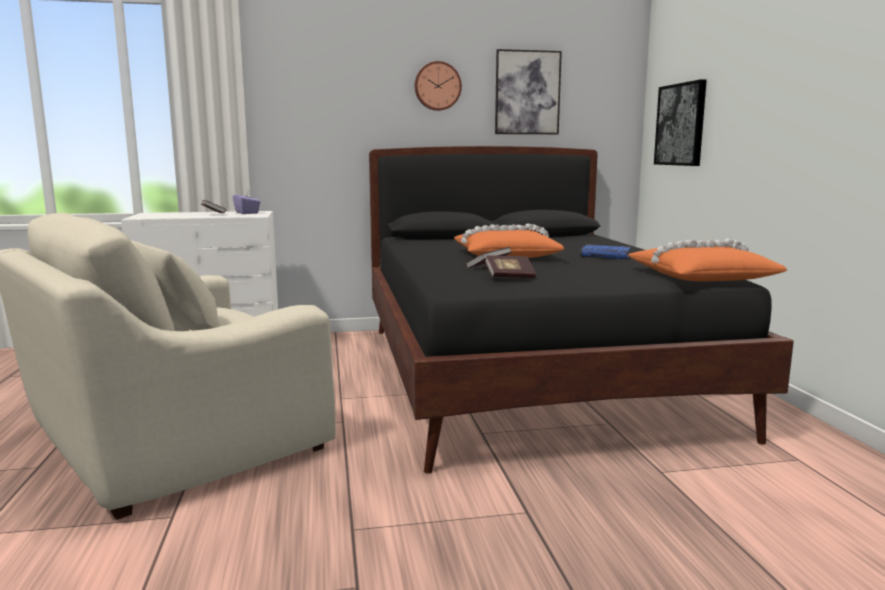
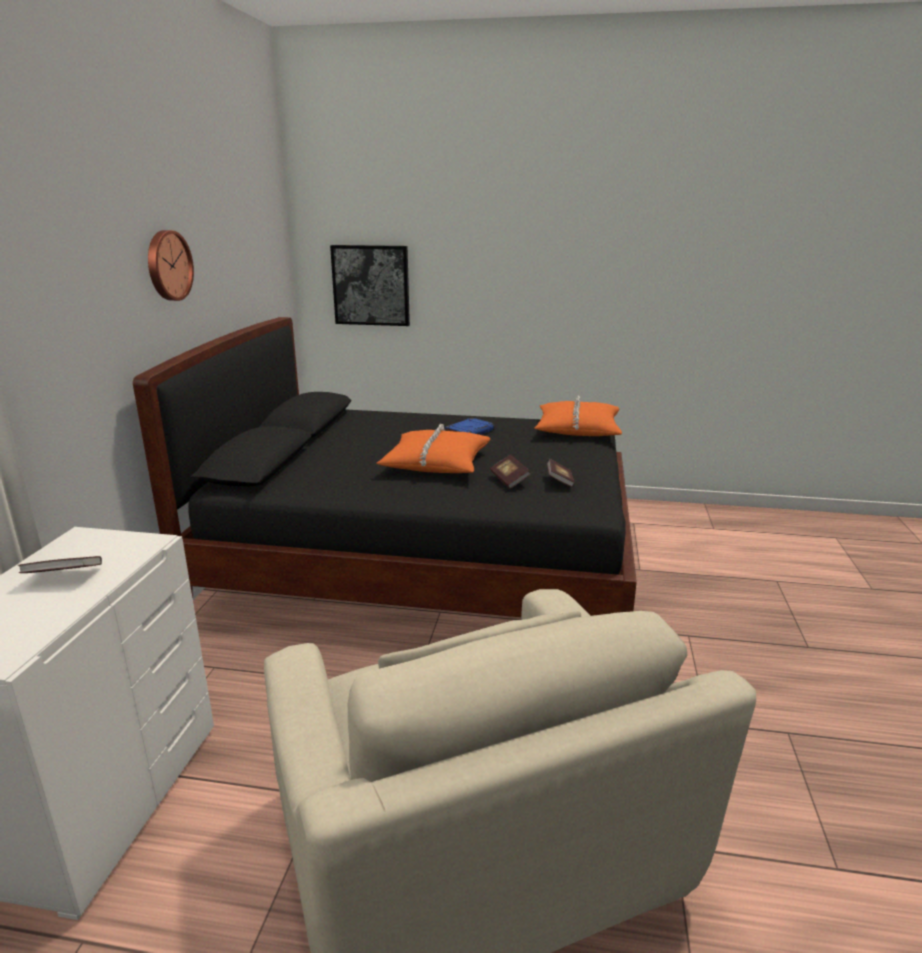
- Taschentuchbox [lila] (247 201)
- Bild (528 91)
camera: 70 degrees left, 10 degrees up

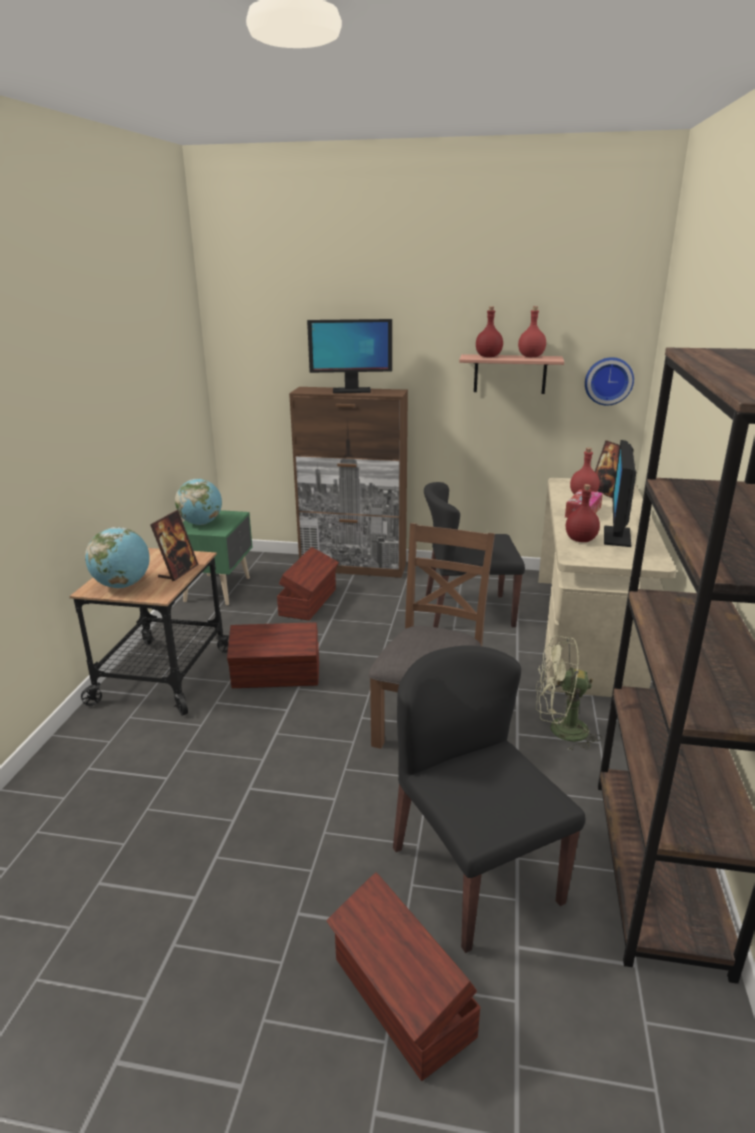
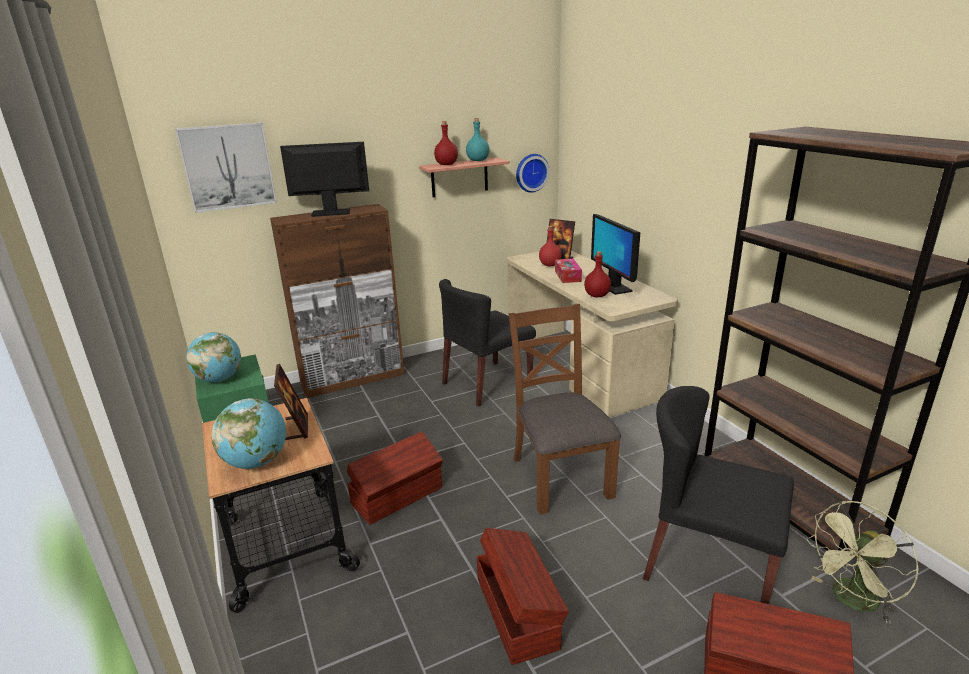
+ Bild (226 167)
~ Monitor (349 356) = (324 179) 150 degrees counterclockwise
~ Flasche [rot] (532 331) to Flasche [türkis] (477 139)
~ Aufbewahrungsbox [braun] (308 583) to (522 596)
~ Ventilator [grün] (568 693) to (862 562)
camera: 35 degrees left, 0 degrees up

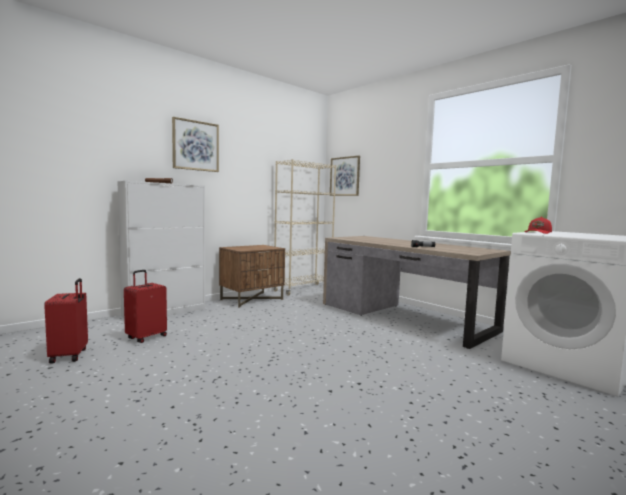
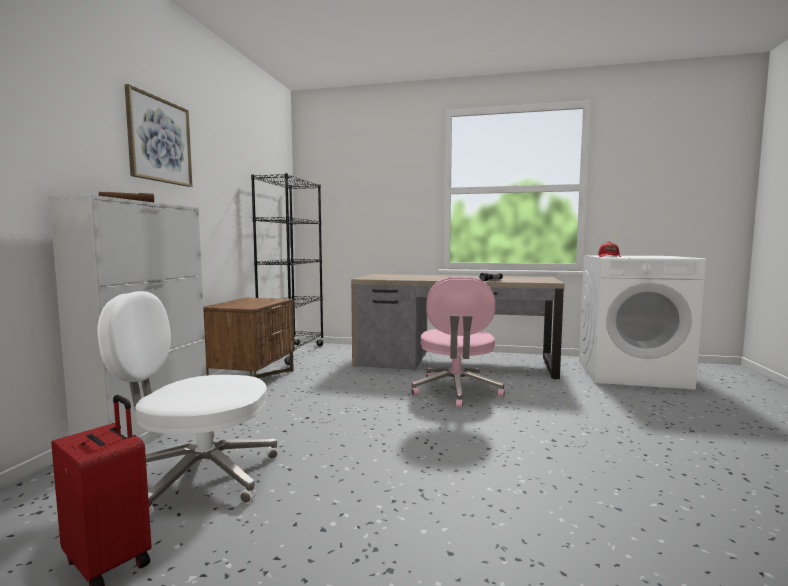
~ Koffer [rot] (145 306) to Bürostuhl [weiß] (187 404)
~ Bücherregal [beige] (304 227) to Bücherregal [schwarz] (287 269)
+ Bürostuhl [rosa] (458 342)
- Bild (345 176)
camera: 35 degrees left, 0 degrees up

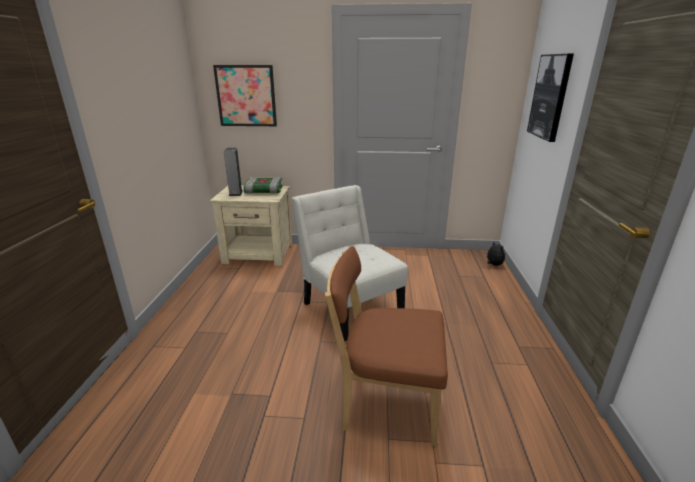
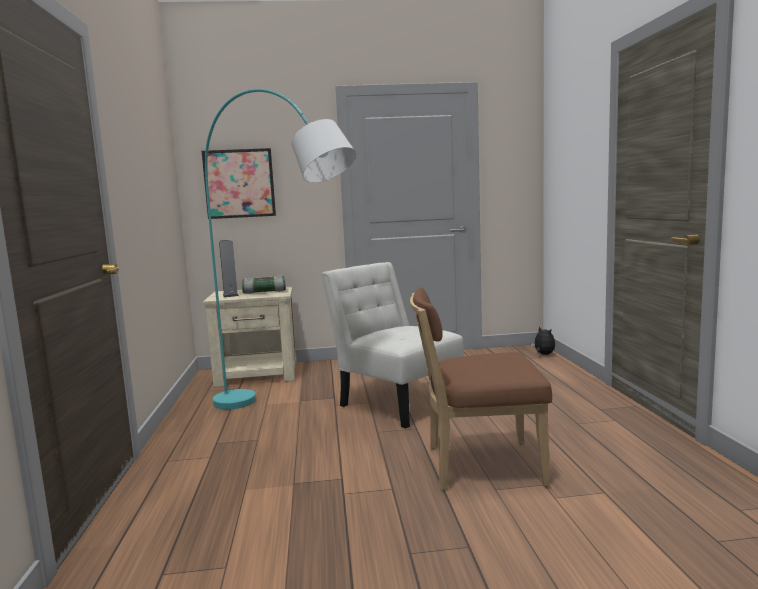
+ Stehlampe [türkis] (280 249)
- Bild (550 98)
camera: 10 degrees left, 15 degrees down

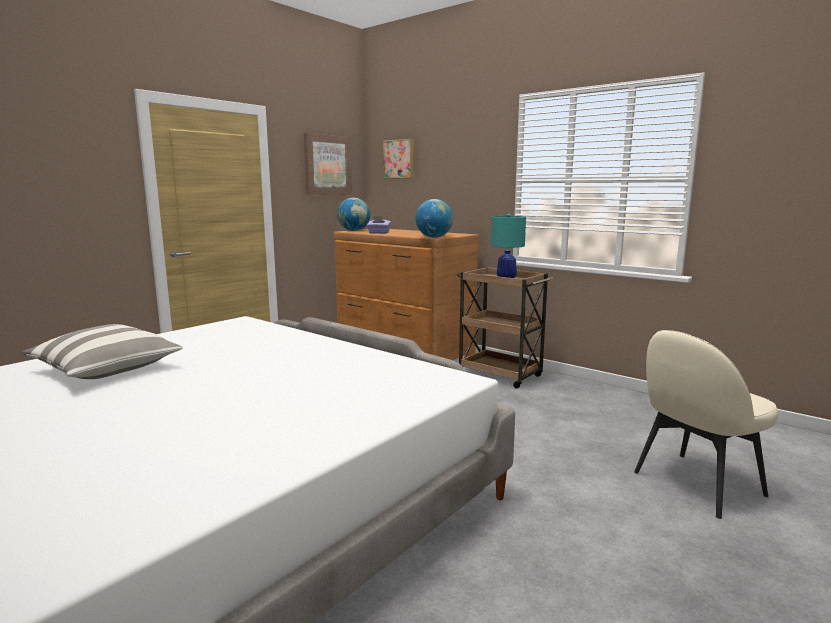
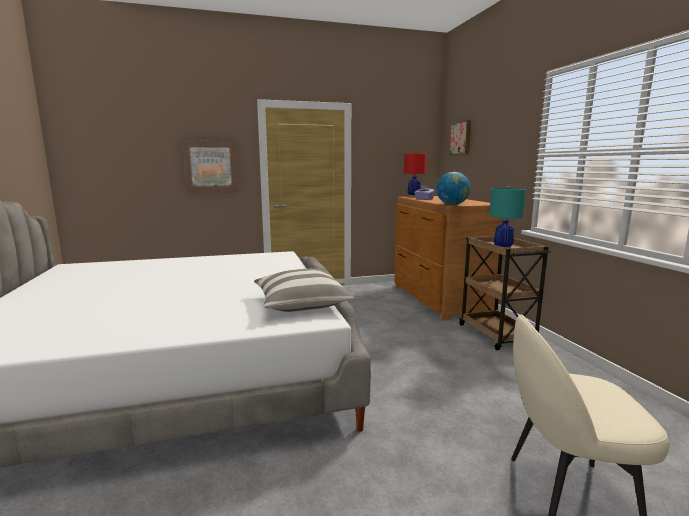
~ Bild (328 164) to (210 167)
~ Kissen (102 351) to (304 290)
~ Globus (353 214) to Tischlampe [rot] (415 174)
camera: 35 degrees right, 0 degrees up

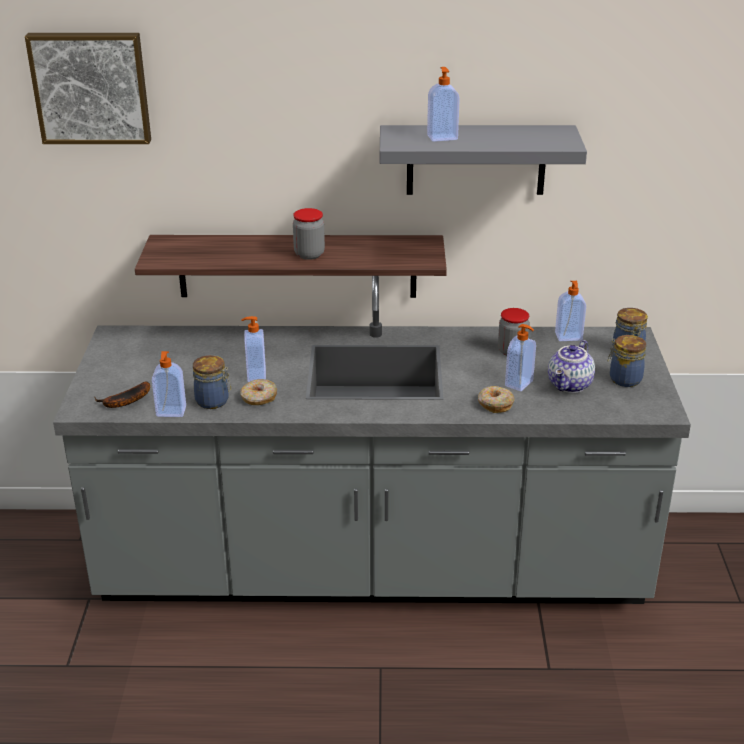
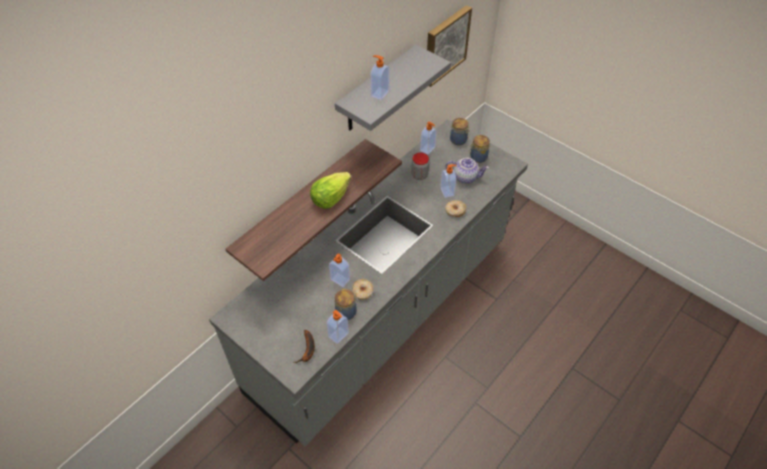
~ Vorratsglas (309 234) to Salatkopf (330 190)
~ Bild (88 88) to (449 46)
~ Teekanne (571 366) = (467 171) 60 degrees counterclockwise
camera: 50 degrees left, 20 degrees up

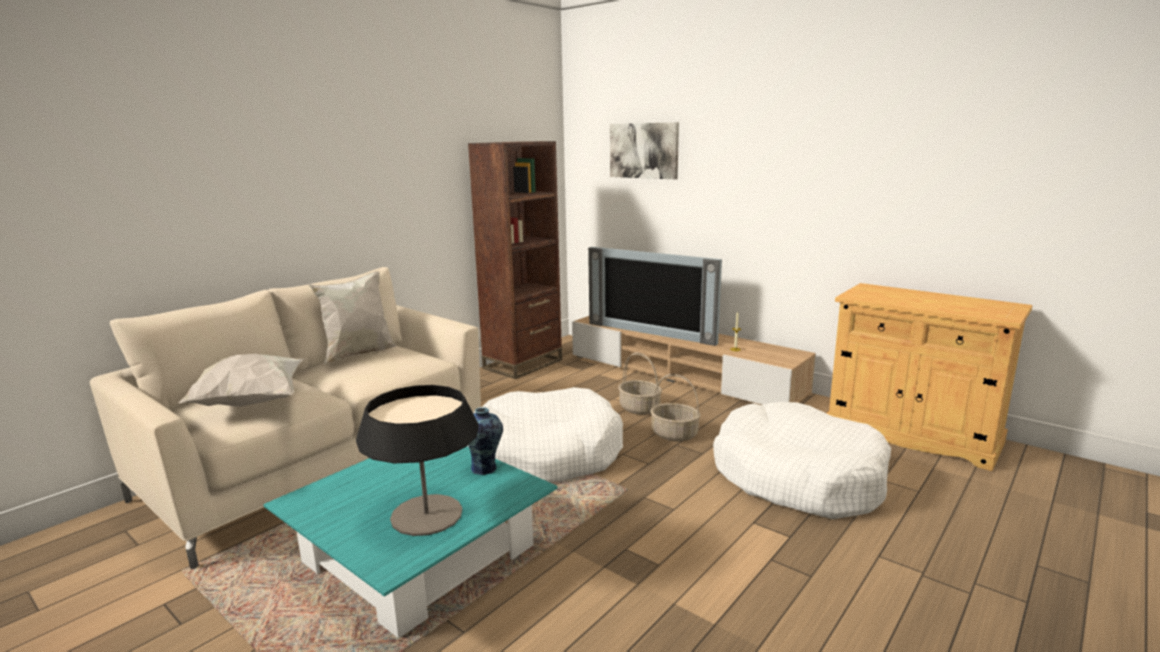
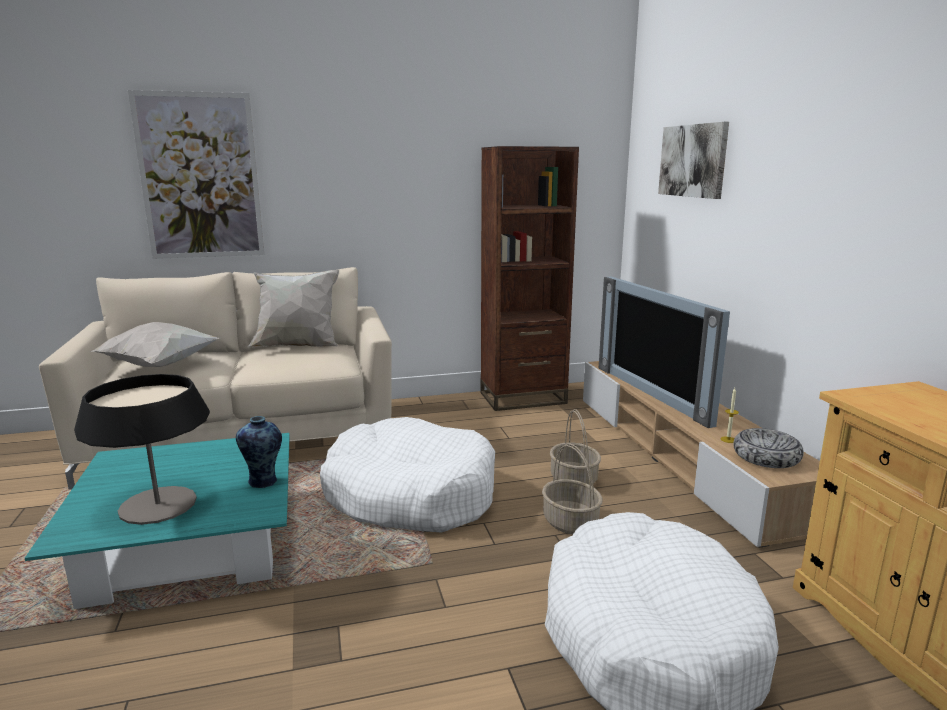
+ Bild (196 174)
+ Schüssel (768 448)
camera: 35 degrees right, 0 degrees up

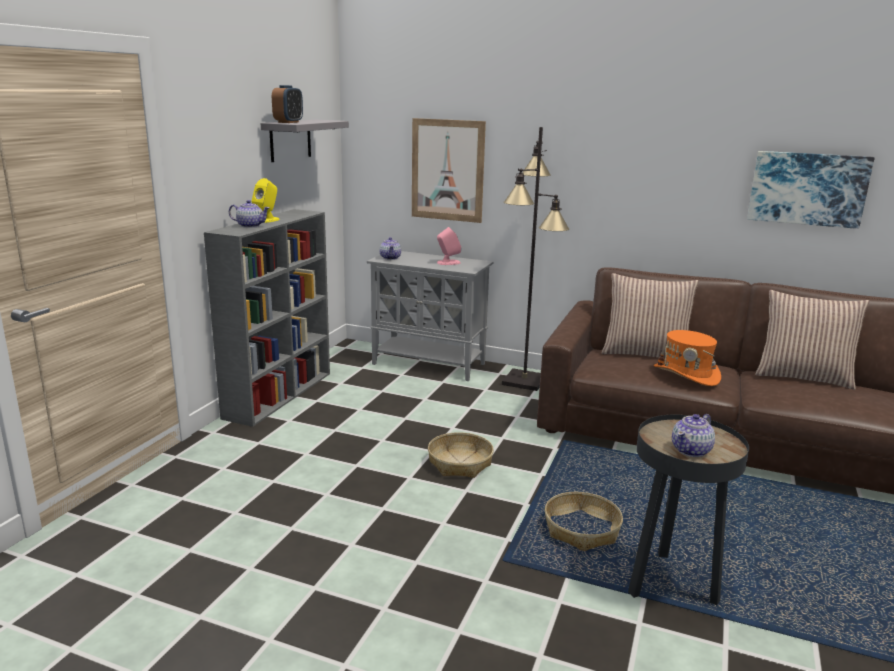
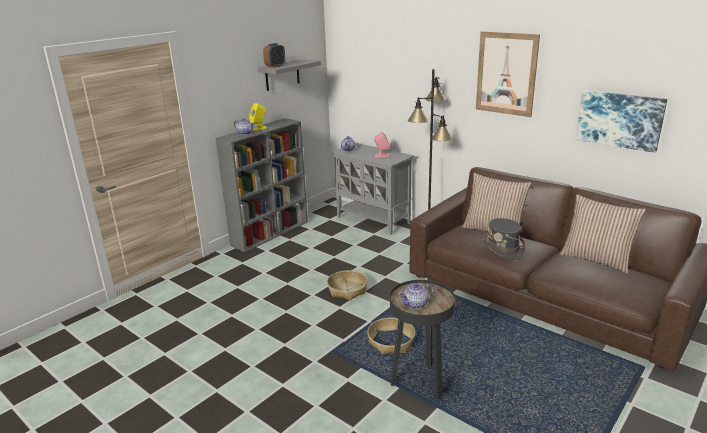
~ Bild (449 170) to (508 74)
~ Hut [orange] (687 358) to Hut [grau] (504 239)
camera: 20 degrees right, 5 degrees up

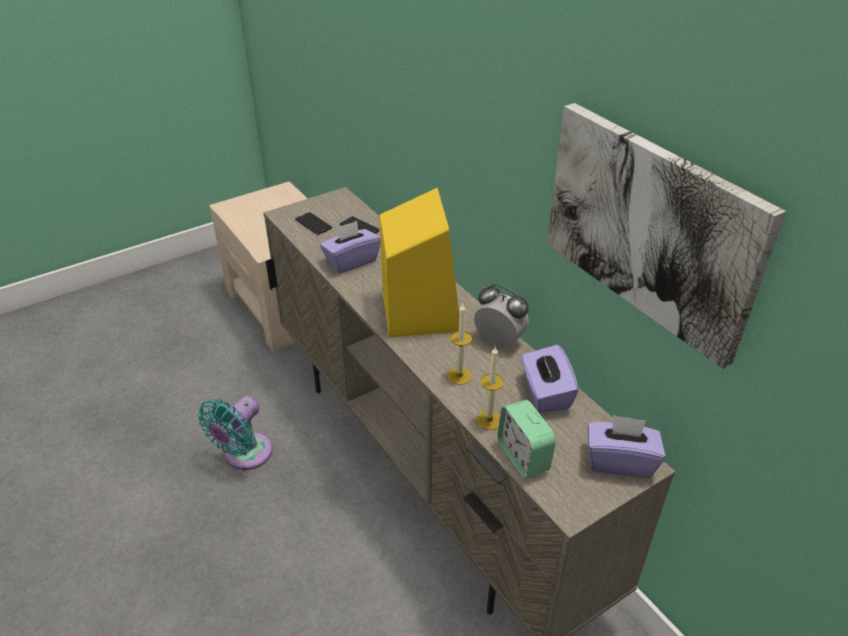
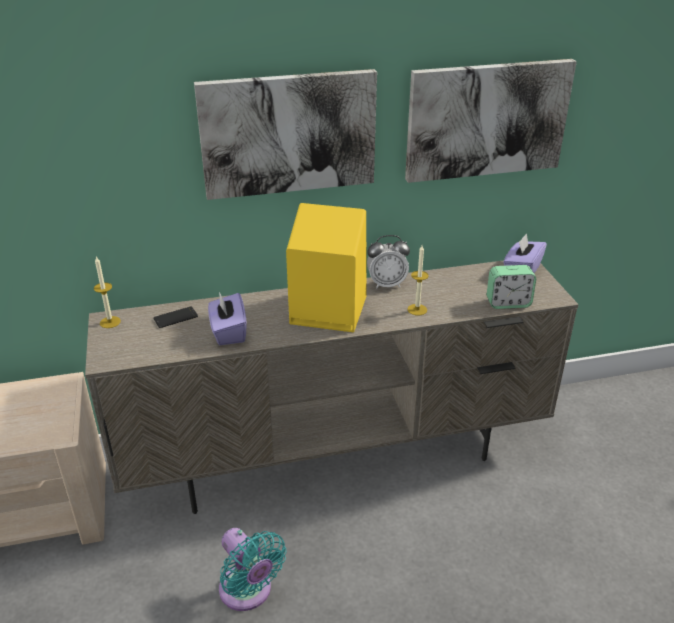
~ Kerze (490 388) to (107 292)
+ Bild (285 134)
~ Wecker (501 315) = (388 262) 150 degrees counterclockwise
- Handy (313 223)
- Taschentuchbox [lila] (550 378)
camera: 70 degrees left, 5 degrees down

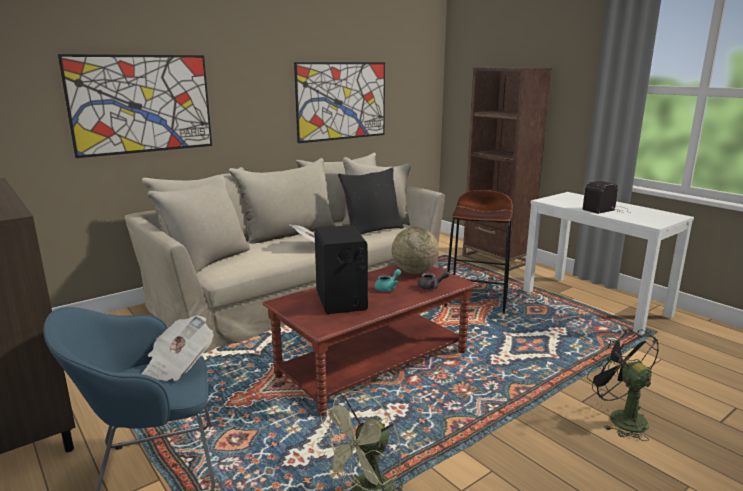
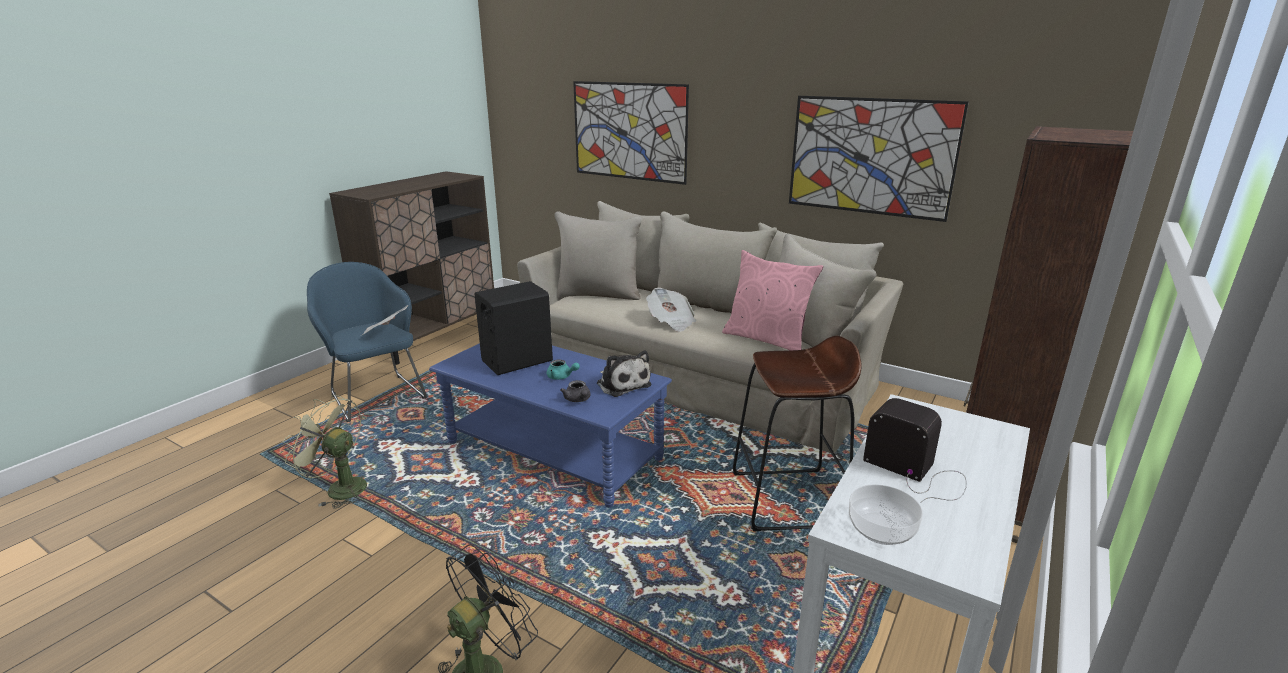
~ Couchtisch [braun] (370 340) to Couchtisch [blau] (550 425)
~ Globus (415 250) to Plüschtier (624 373)
~ Kissen [schwarz] (371 200) to Kissen [rosa] (772 300)
+ Schüssel (886 514)
camera: 70 degrees right, 5 degrees up

